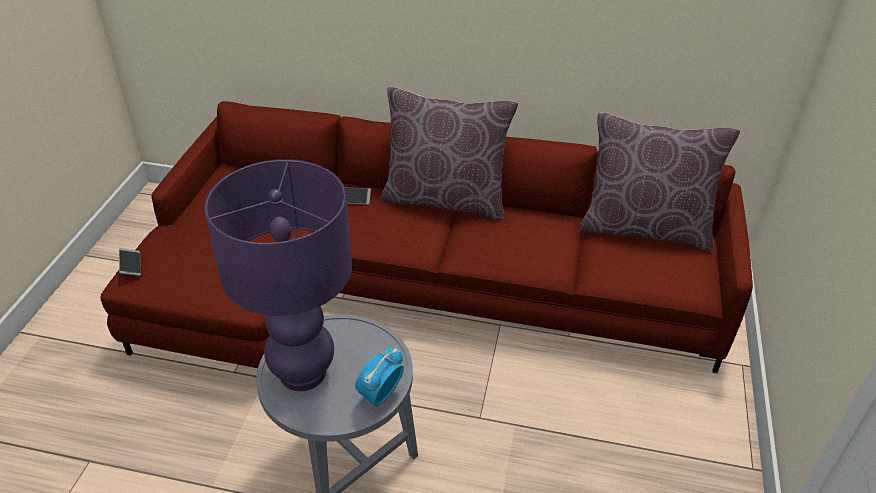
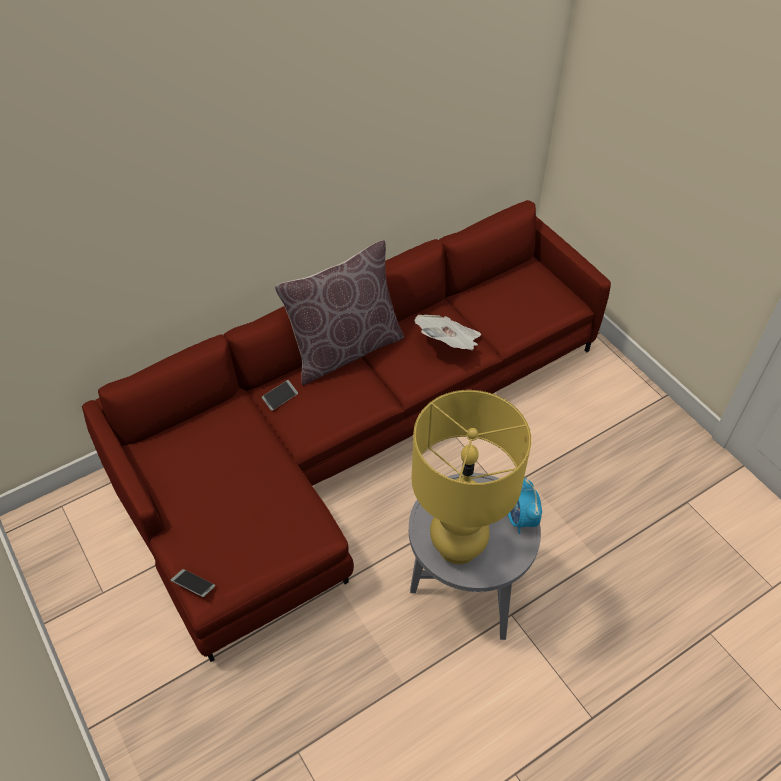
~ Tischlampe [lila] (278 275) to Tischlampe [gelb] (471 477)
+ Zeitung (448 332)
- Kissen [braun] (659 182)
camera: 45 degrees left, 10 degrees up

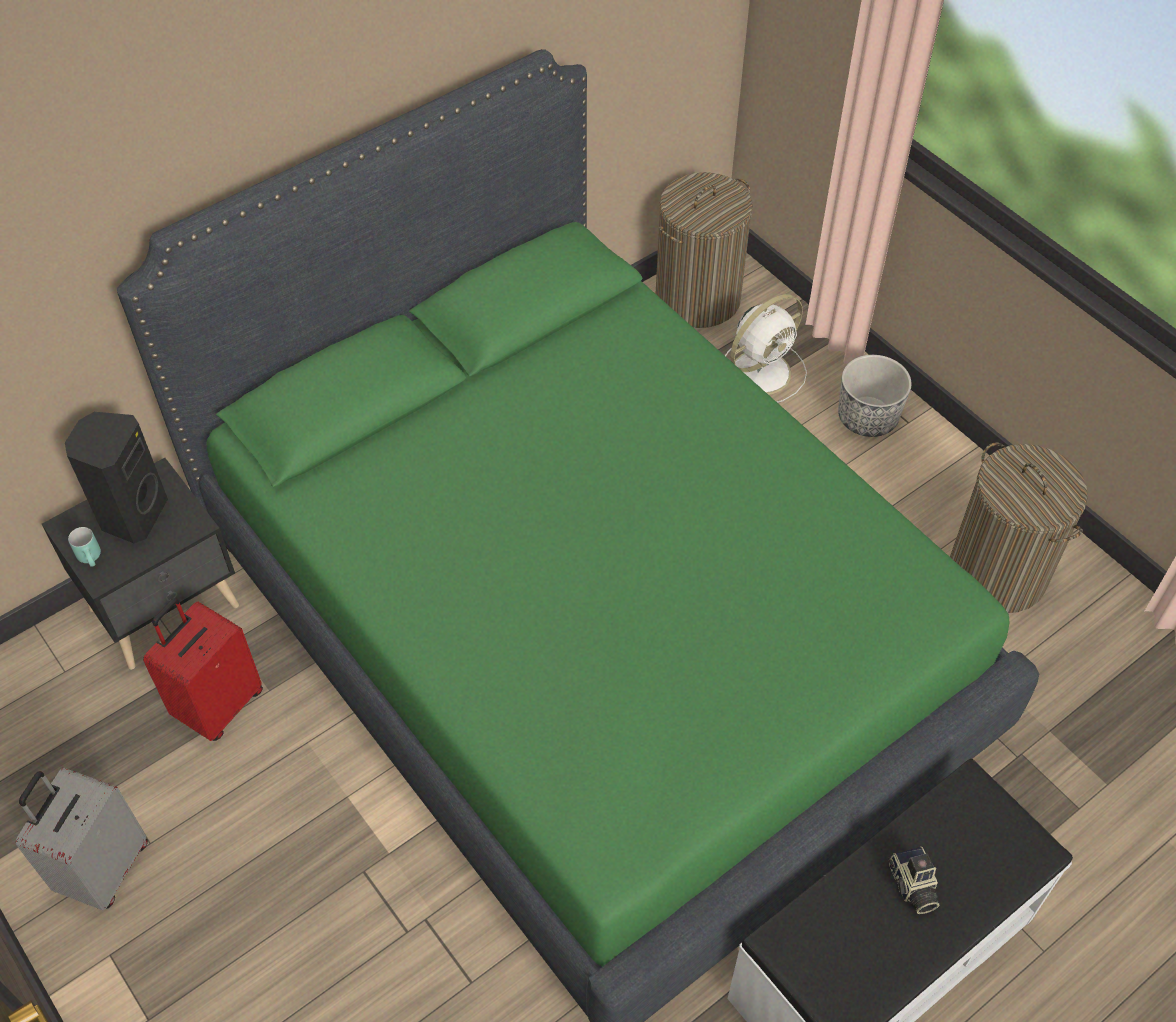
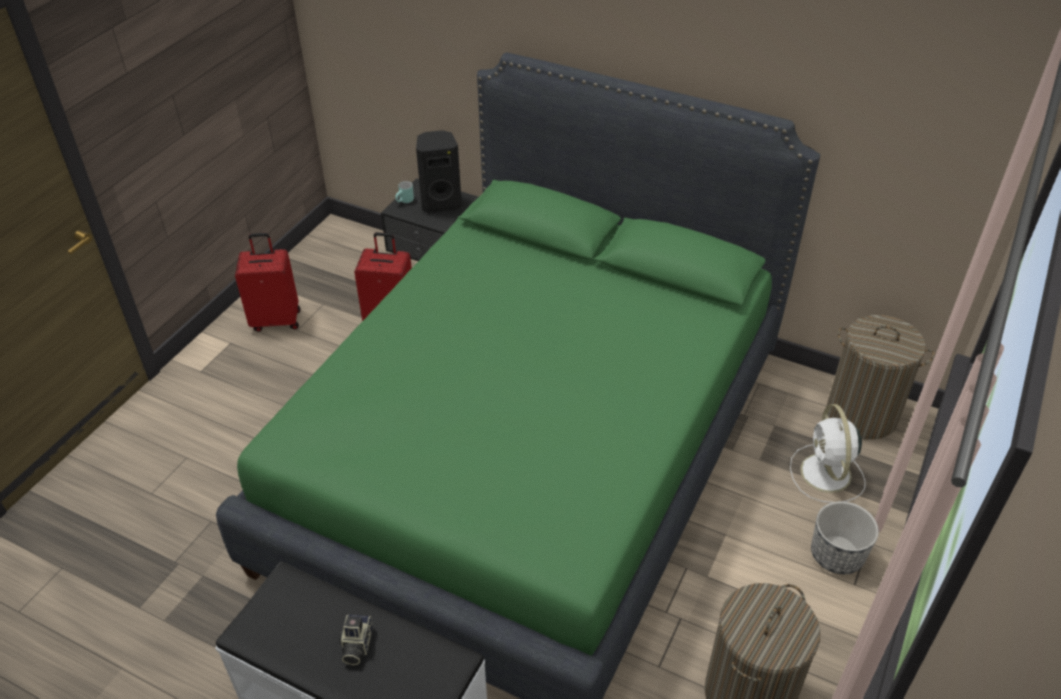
~ Koffer [grau] (82 839) to Koffer [rot] (268 282)
~ Kamera (913 880) = (356 639) 45 degrees counterclockwise
~ Ventilator [weiß] (766 348) = (828 453) 60 degrees clockwise
camera: 65 degrees right, 10 degrees down

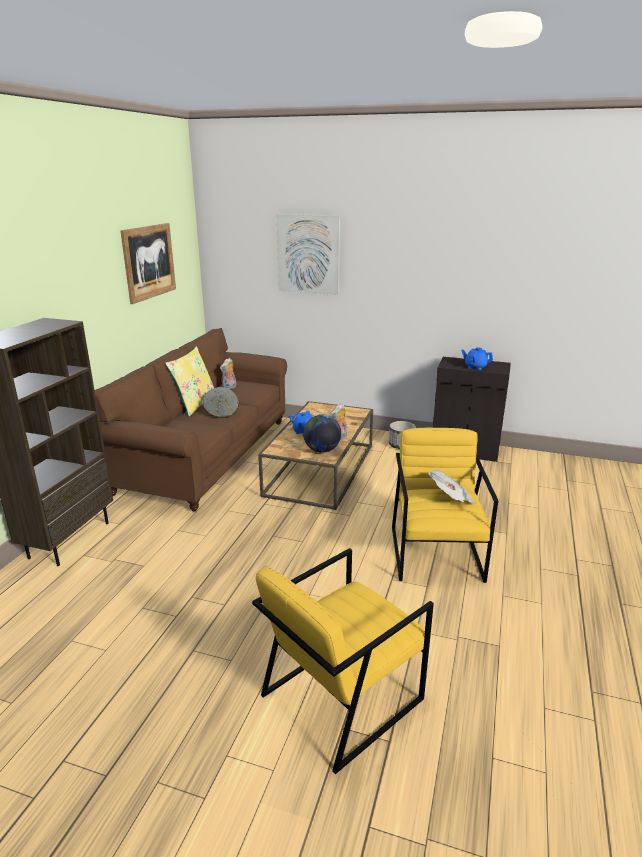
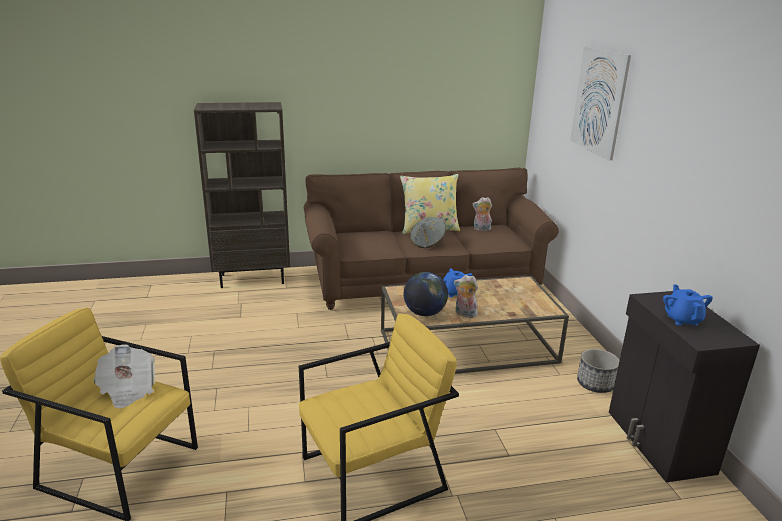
~ Zeitung (452 487) to (124 376)
- Bild (148 263)
camera: 60 degrees right, 0 degrees up

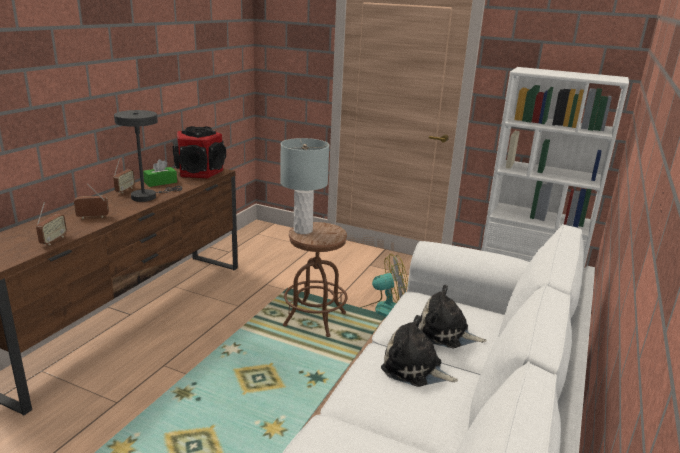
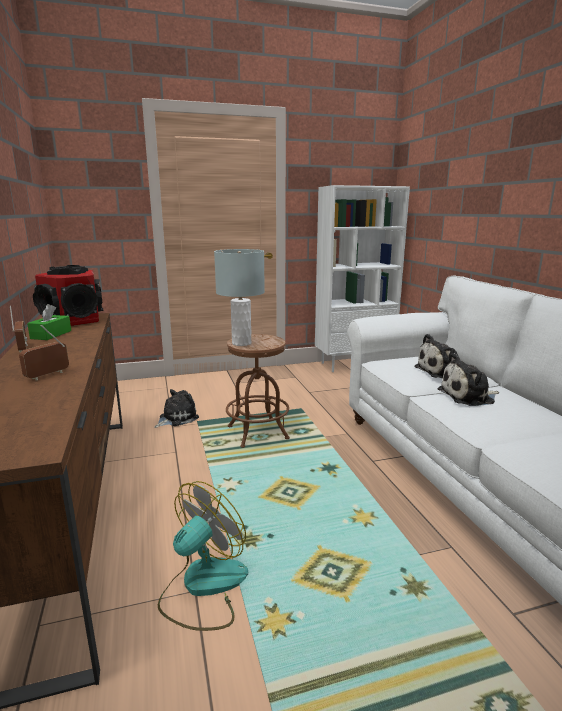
+ Plüschtier (176 408)
~ Ventilator (384 291) to (203 556)
- Radio (51 223)
- Tischlampe [grau] (148 156)
camera: 40 degrees left, 5 degrees down

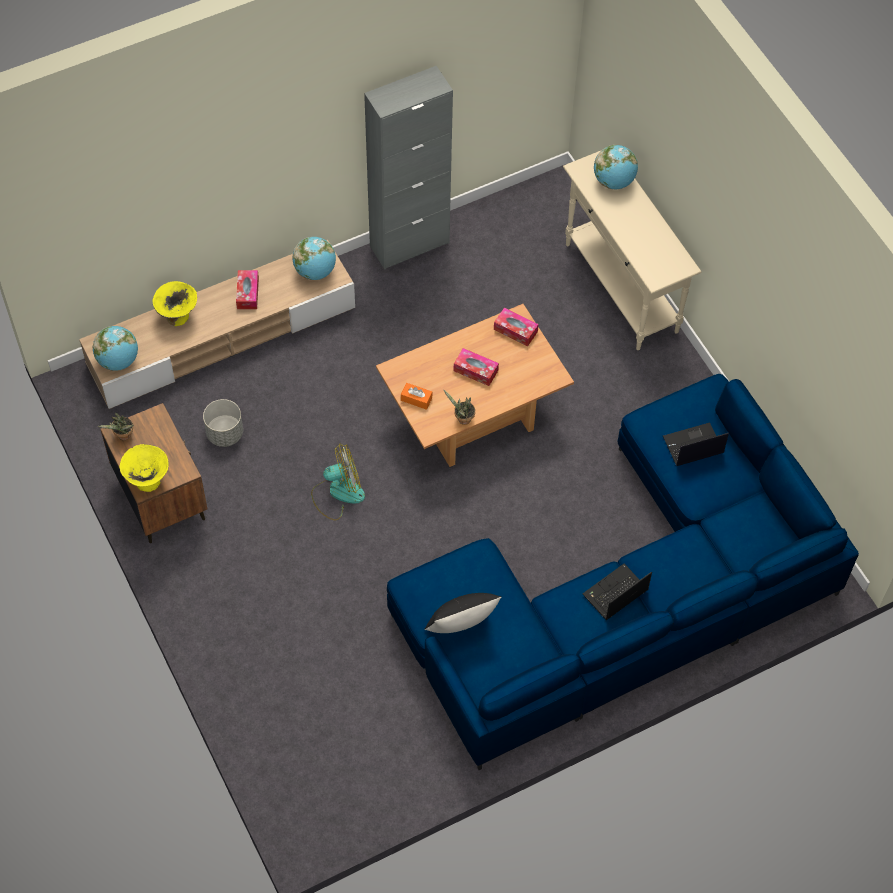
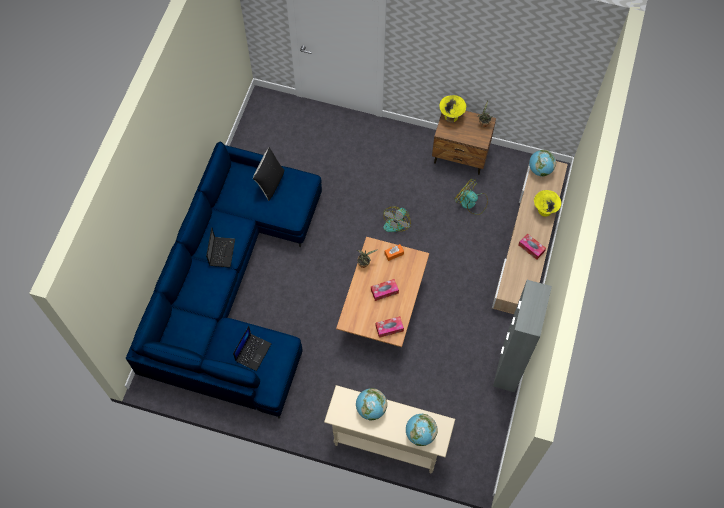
~ Globus (314 258) to (371 404)
~ Pflanzkübel [grau] (223 423) to Ventilator (471 197)
camera: 135 degrees right, 5 degrees up

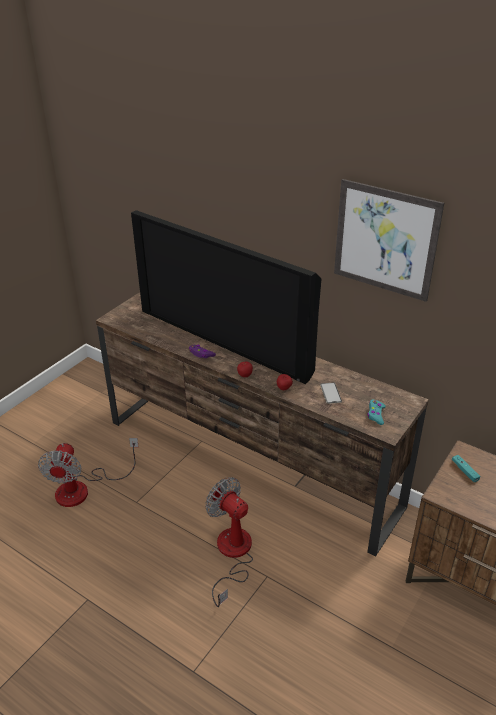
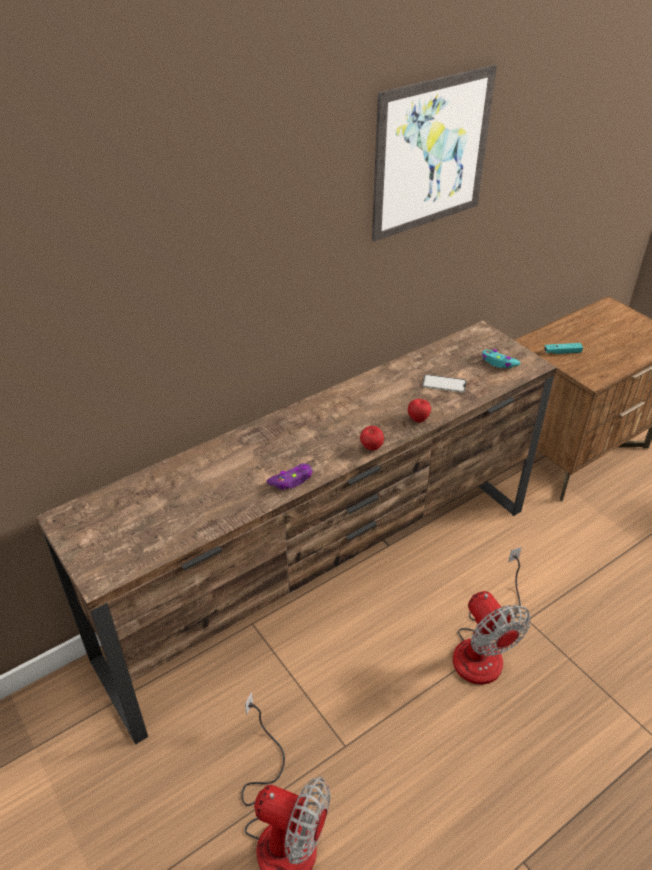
~ Ventilator (229 542) = (492 615) 90 degrees counterclockwise
- Fernseher (226 297)
camera: 70 degrees left, 5 degrees up

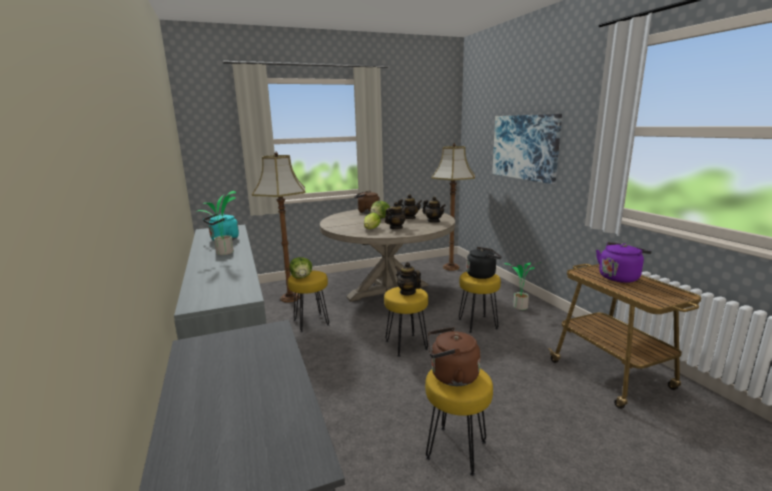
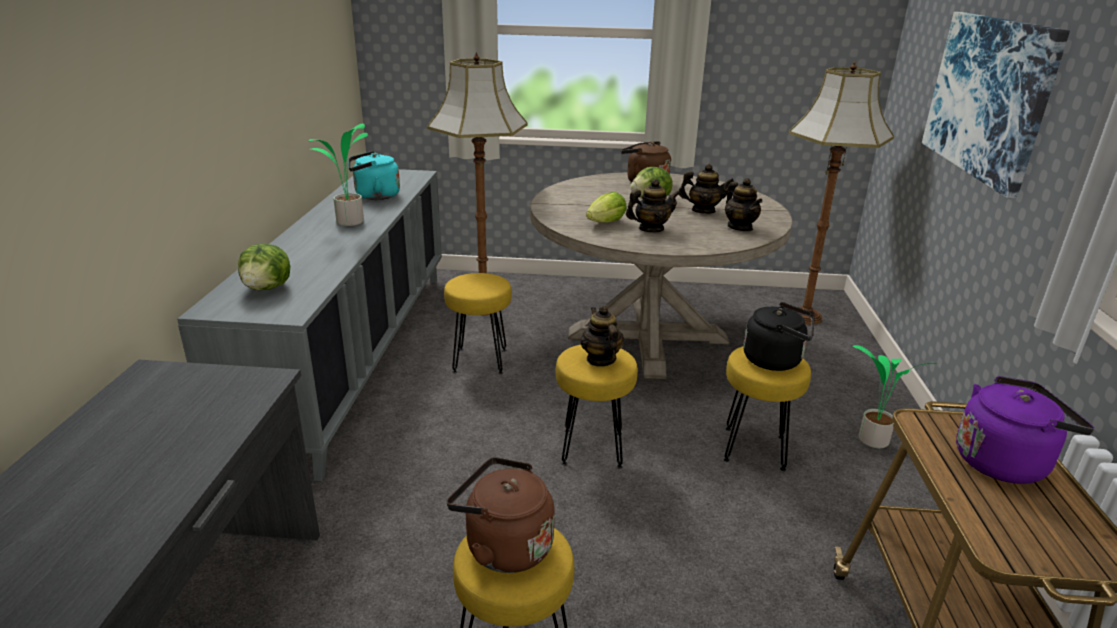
~ Salatkopf (301 268) to (264 267)
camera: 25 degrees right, 10 degrees up

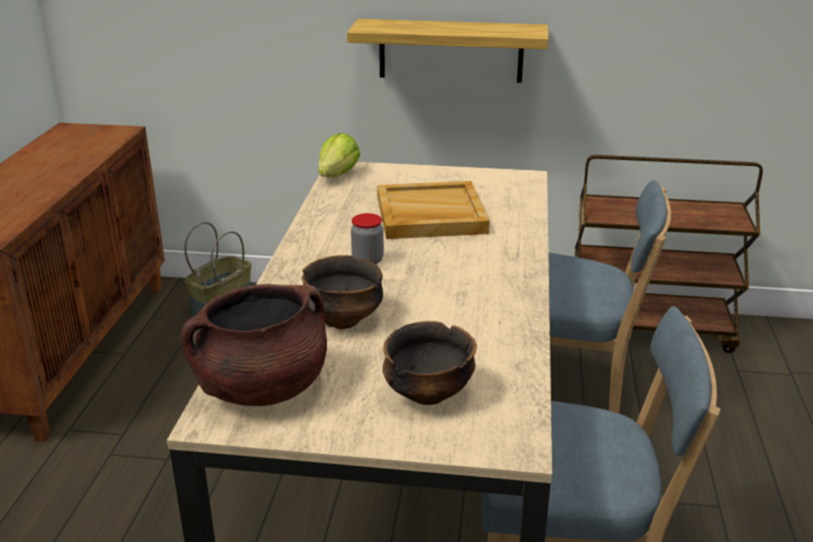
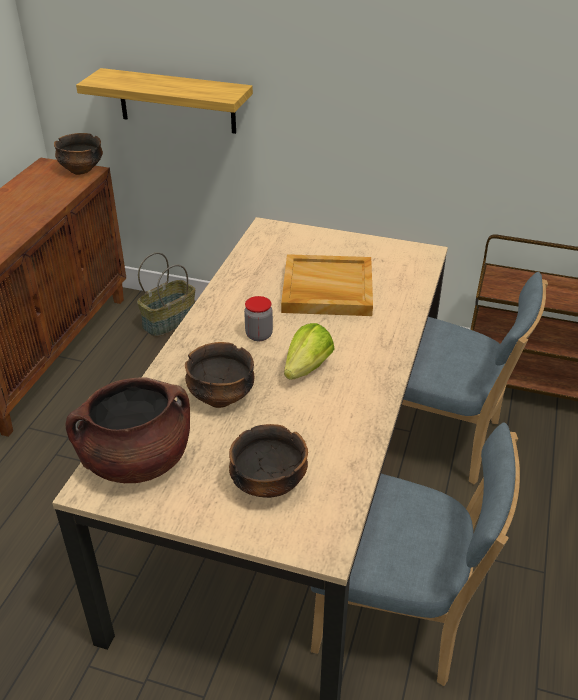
+ Schüssel (78 154)
~ Wandregal (447 51) to (164 101)
~ Salatkopf (339 155) to (309 351)
camera: 10 degrees right, 10 degrees up

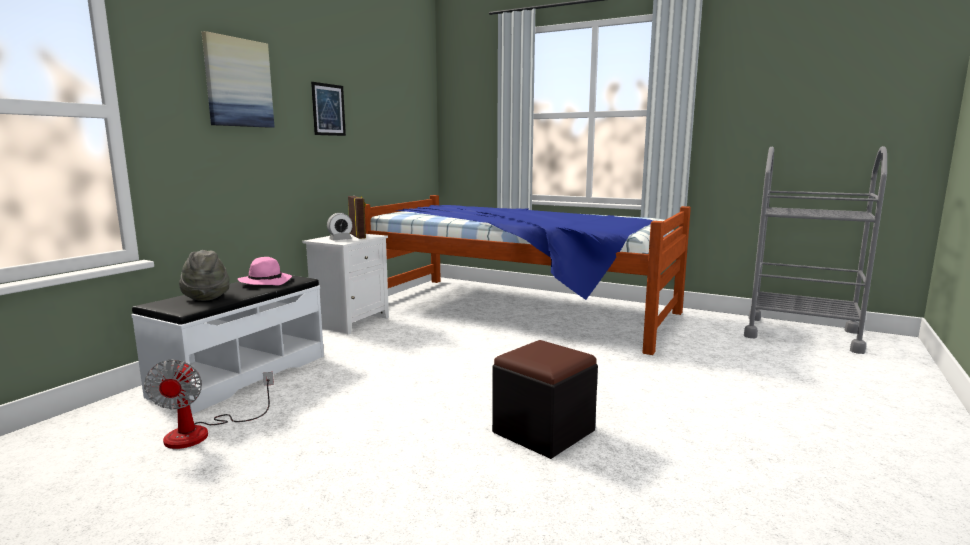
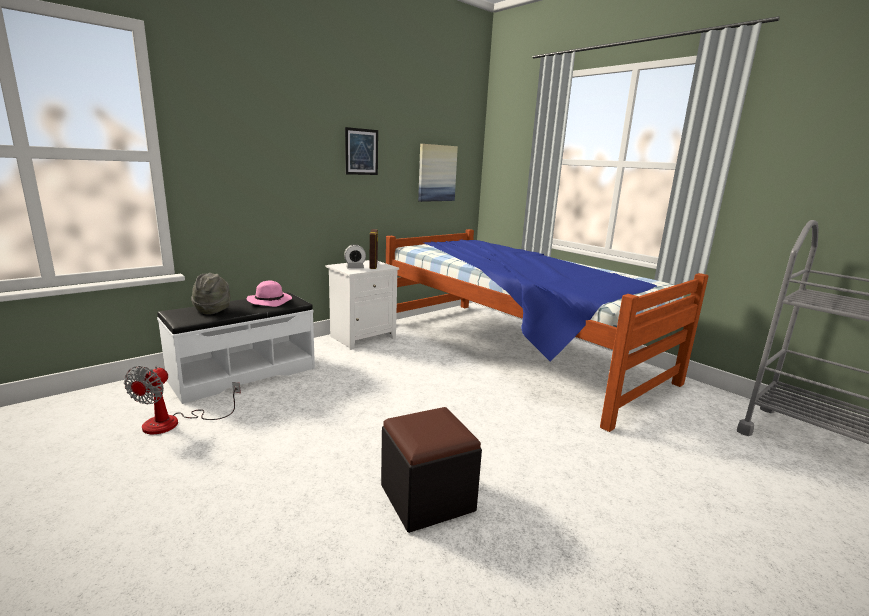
~ Bild (238 79) to (438 173)
camera: 20 degrees right, 5 degrees up

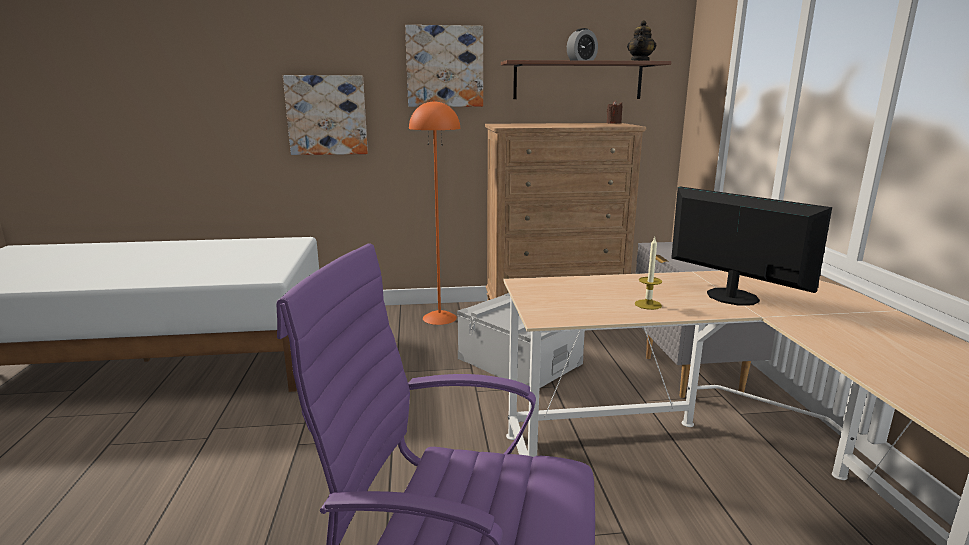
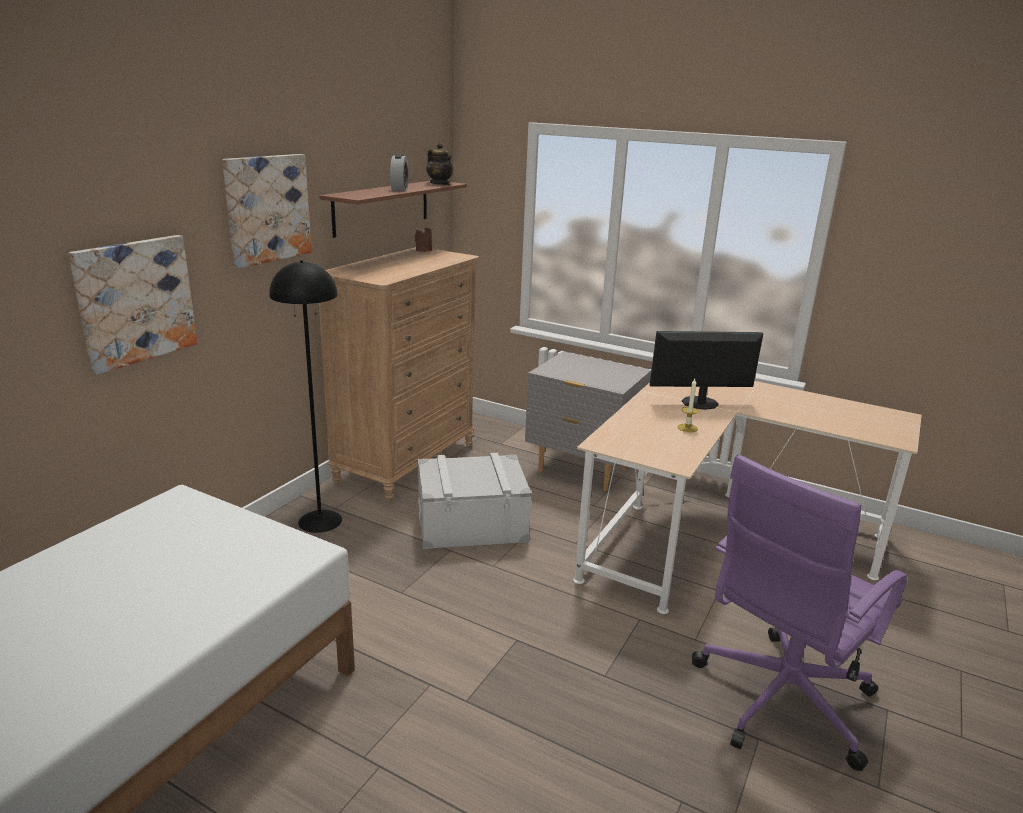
~ Stehlampe [orange] (434 212) to Stehlampe [schwarz] (305 396)
camera: 55 degrees left, 5 degrees up

